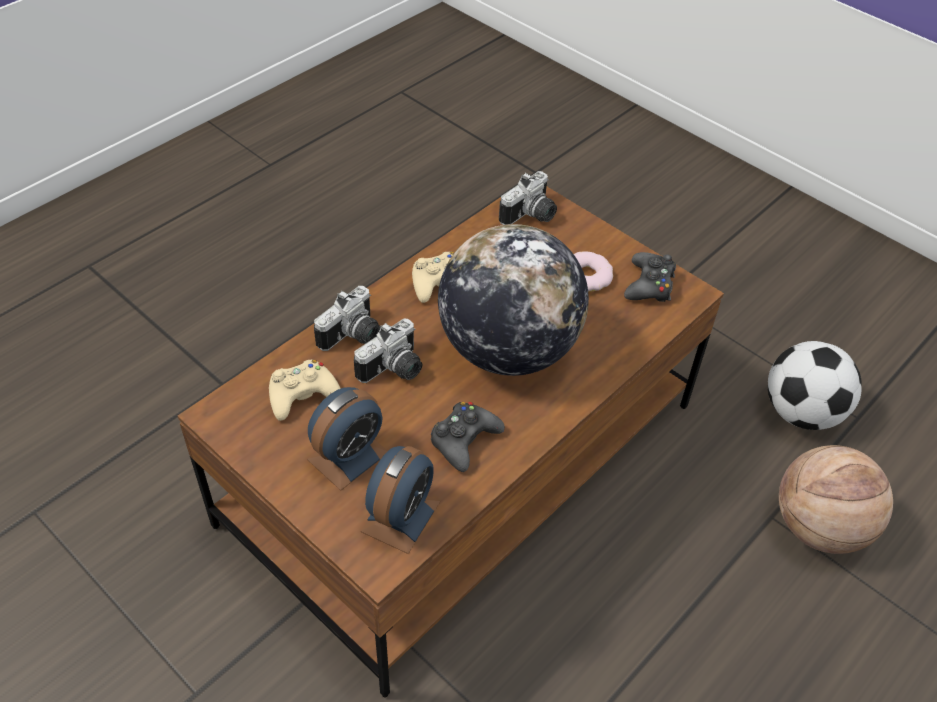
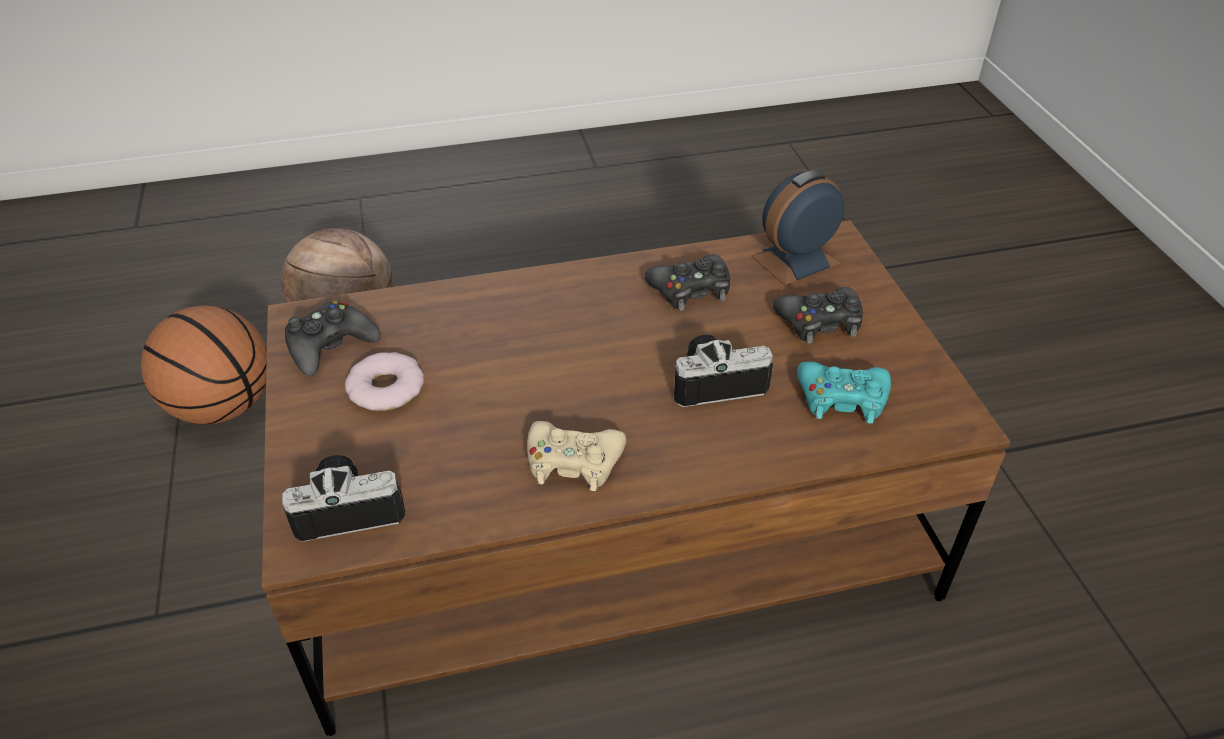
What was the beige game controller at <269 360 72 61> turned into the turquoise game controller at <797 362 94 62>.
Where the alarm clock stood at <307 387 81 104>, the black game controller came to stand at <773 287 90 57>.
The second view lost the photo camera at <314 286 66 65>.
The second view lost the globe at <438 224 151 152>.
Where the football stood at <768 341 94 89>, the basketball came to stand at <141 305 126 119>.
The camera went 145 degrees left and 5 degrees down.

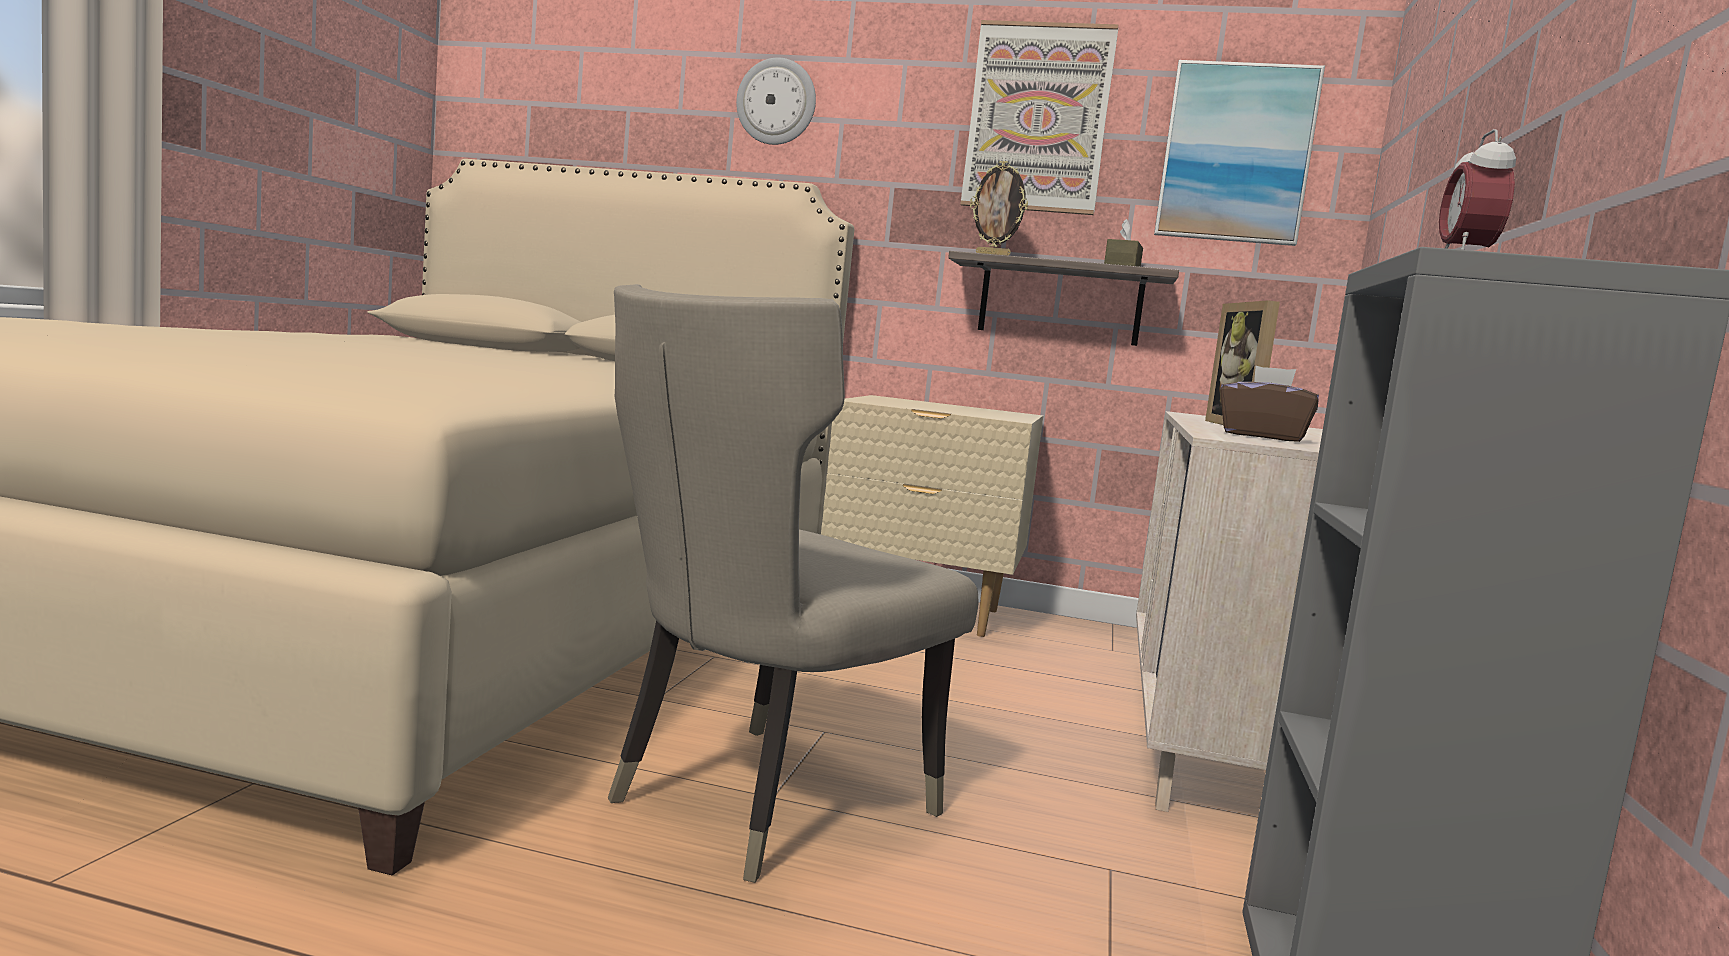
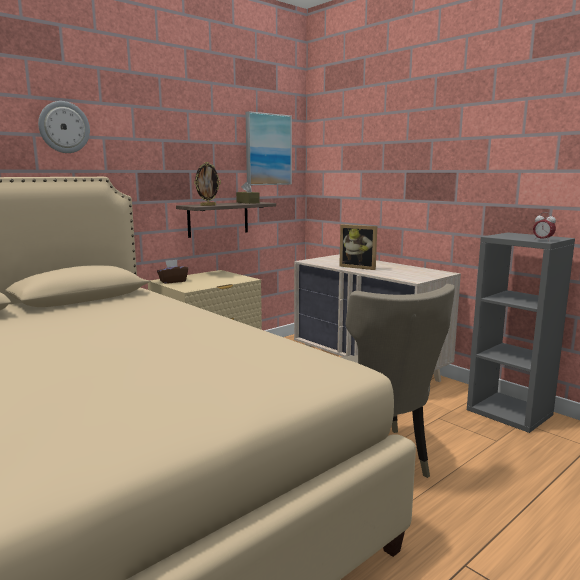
The second view lost the picture at <960 20 158 195>.
The brown tissue box ended up elsewhere, having gone from <1220 366 99 76> to <157 260 31 24>.
The camera went 55 degrees left and 5 degrees up.

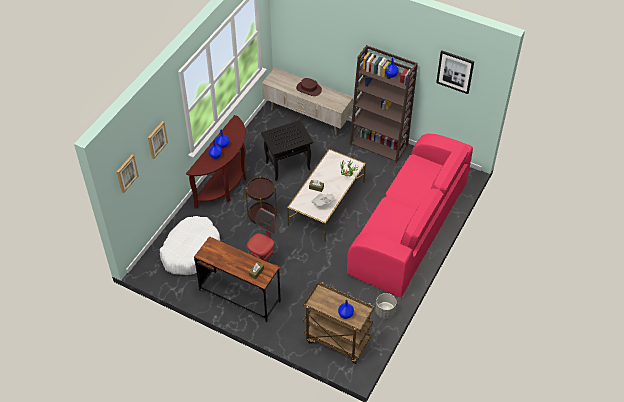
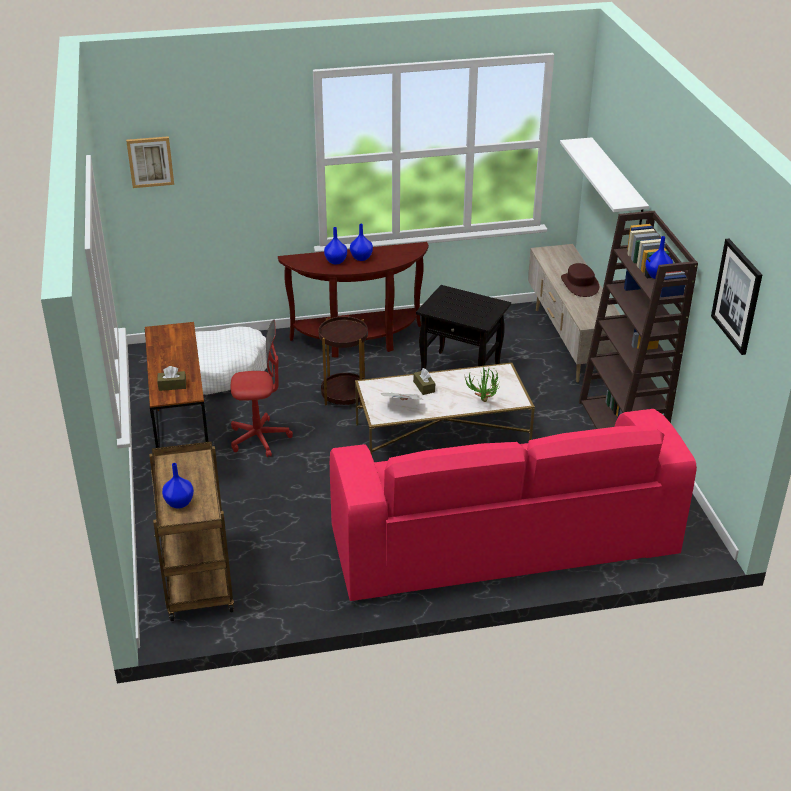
The second view lost the picture at <148 121 20 38>.
The second view lost the grey planter at <376 293 20 26>.
The second view gained the white shelf at <560 138 89 87>.
The camera went 50 degrees right and 15 degrees down.

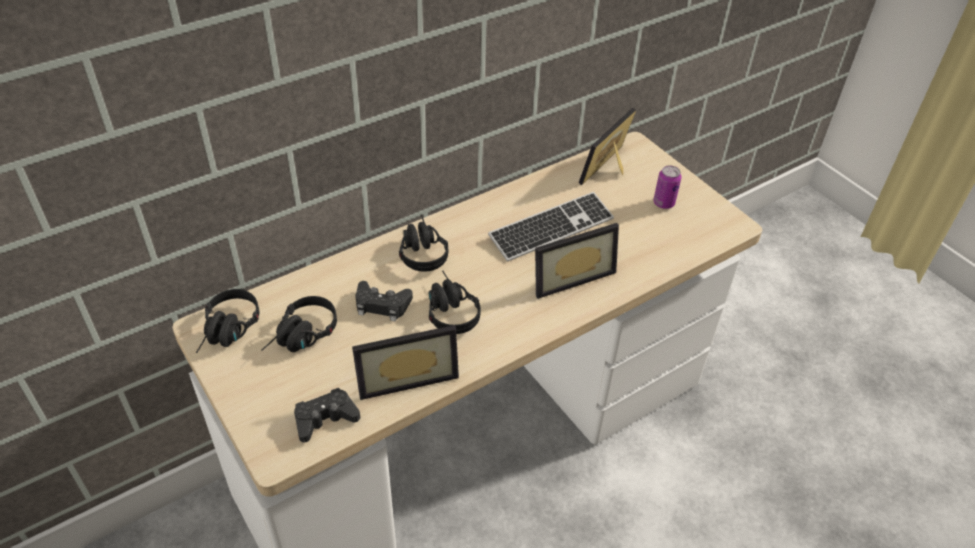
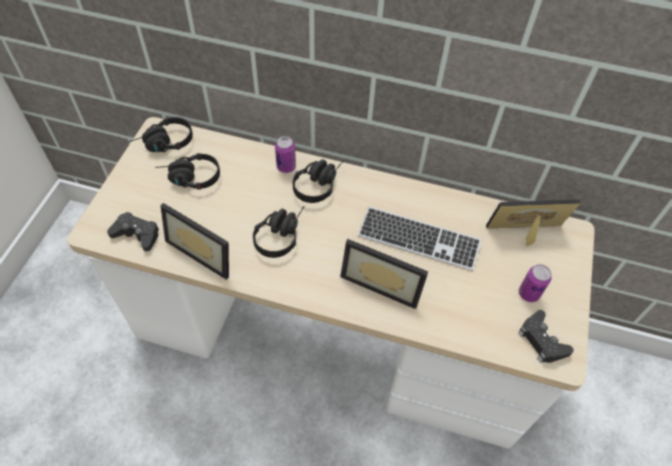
The black game controller ended up elsewhere, having gone from <355 281 58 40> to <518 310 56 53>.
The second view gained the can at <275 136 21 37>.
The camera went 50 degrees right and 10 degrees up.

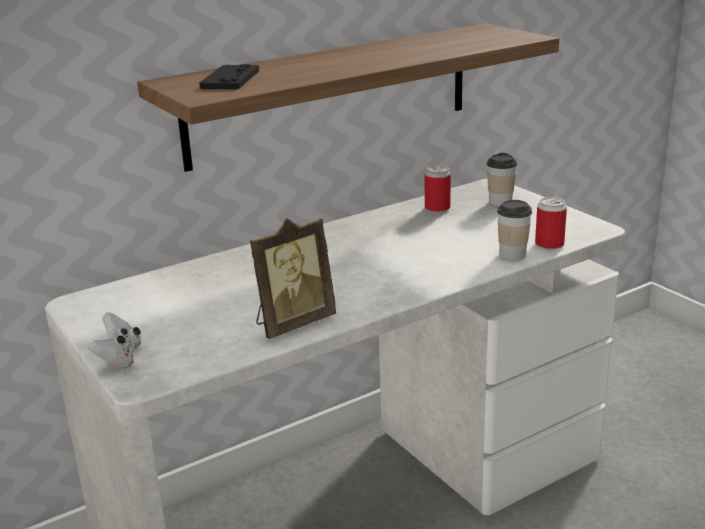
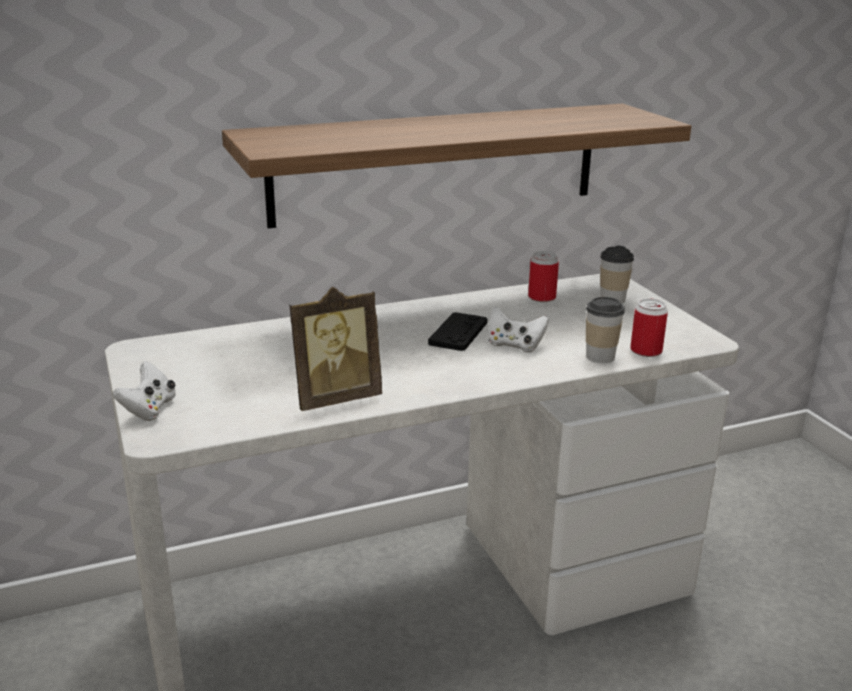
The black game controller ended up elsewhere, having gone from <199 64 60 25> to <428 312 60 39>.
The second view gained the white game controller at <488 307 61 45>.
The camera went 10 degrees right and 0 degrees up.

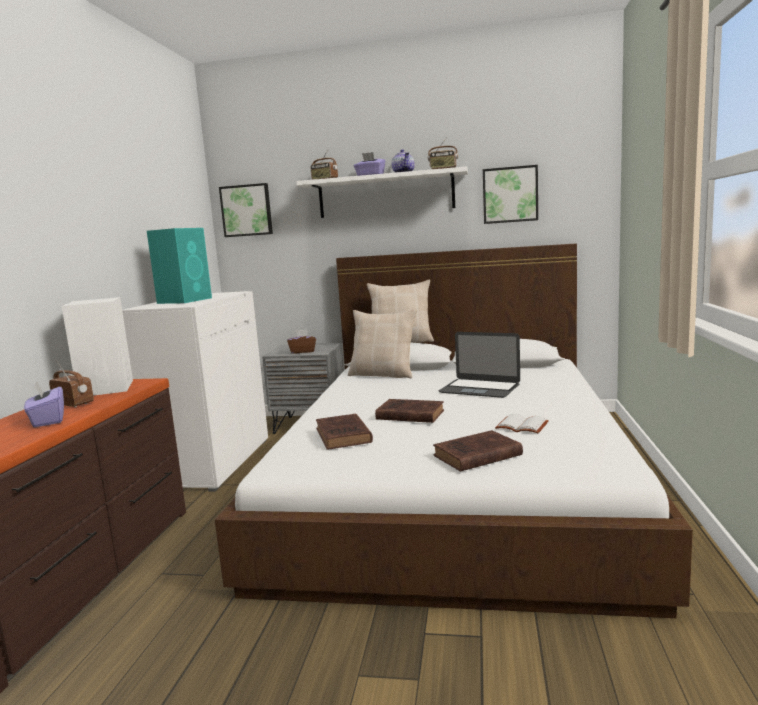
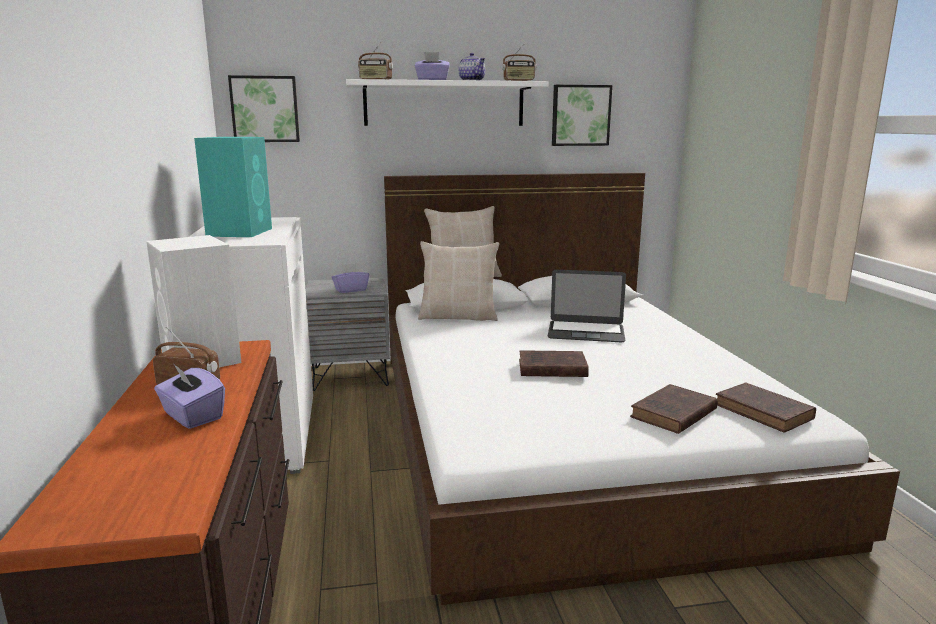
What was the brown tissue box at <287 329 29 25> turned into the purple tissue box at <332 263 37 30>.
The brown book ended up elsewhere, having gone from <316 413 57 37> to <716 382 100 51>.
The second view lost the white book at <495 414 54 19>.
The camera went 20 degrees left and 5 degrees up.

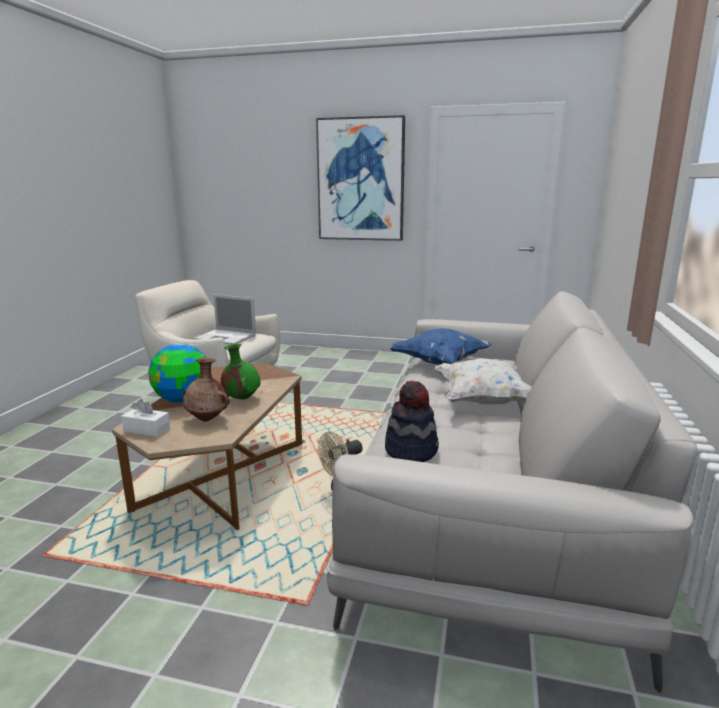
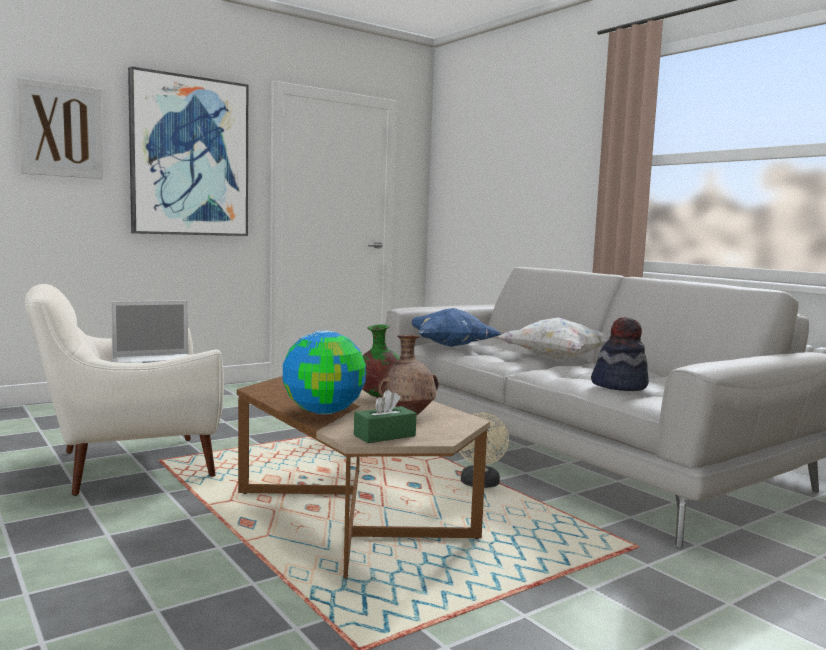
What was the white tissue box at <121 399 49 38> turned into the green tissue box at <354 390 63 53>.
The second view gained the picture at <17 78 86 101>.
The camera went 50 degrees left and 10 degrees down.

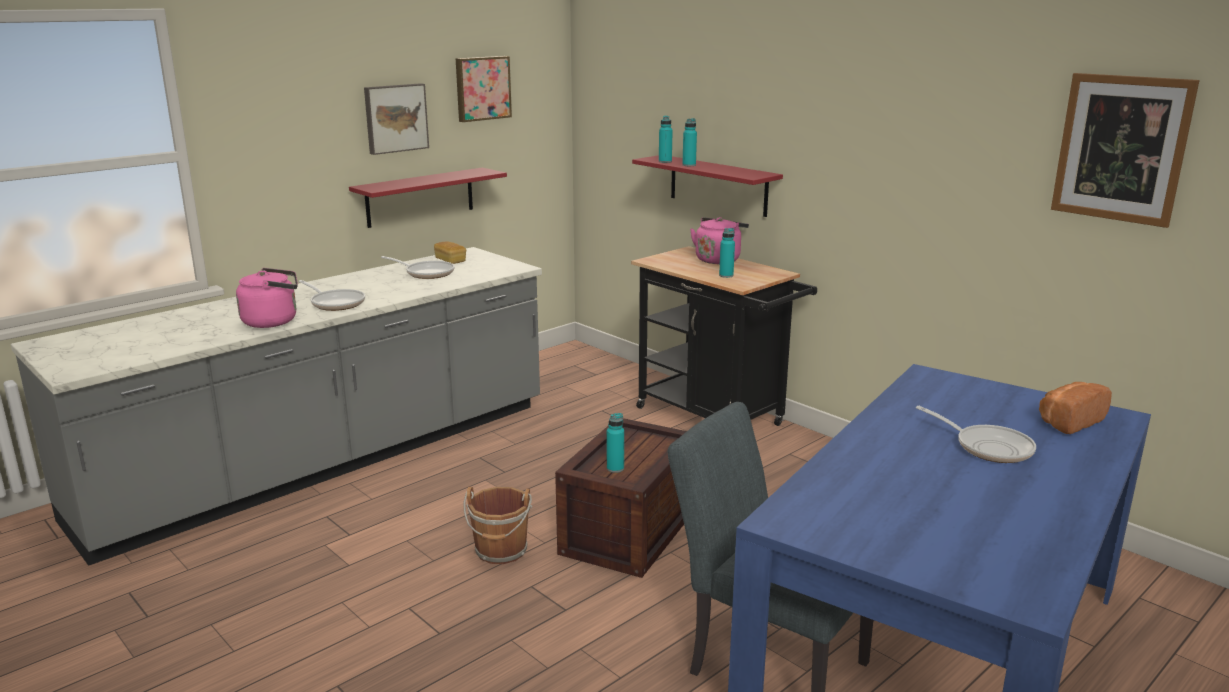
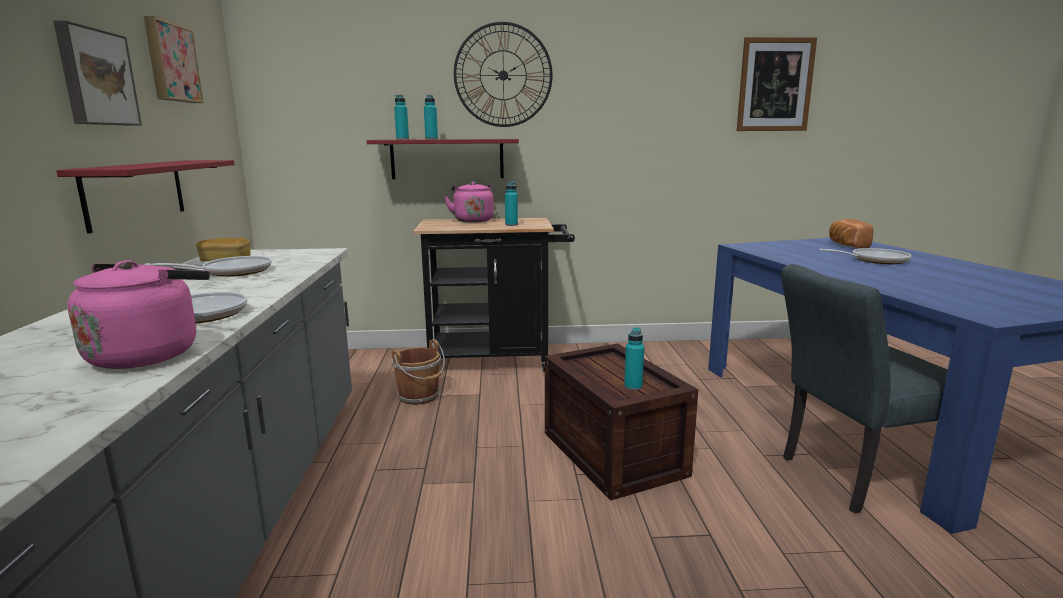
The brown bucket ended up elsewhere, having gone from <463 487 69 77> to <391 339 54 66>.
The second view gained the wall clock at <454 22 99 105>.
The camera went 50 degrees left and 5 degrees down.

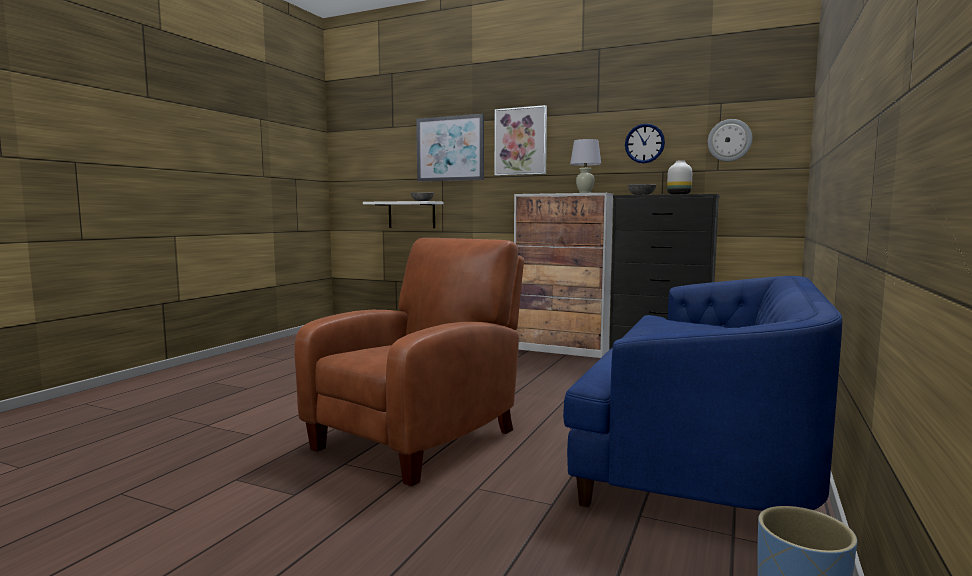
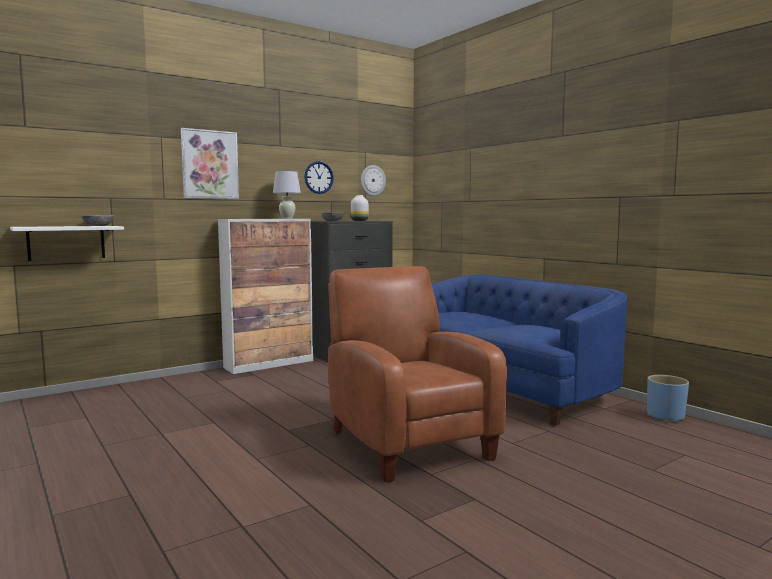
The second view lost the picture at <416 114 68 68>.
The camera went 60 degrees left and 0 degrees up.

